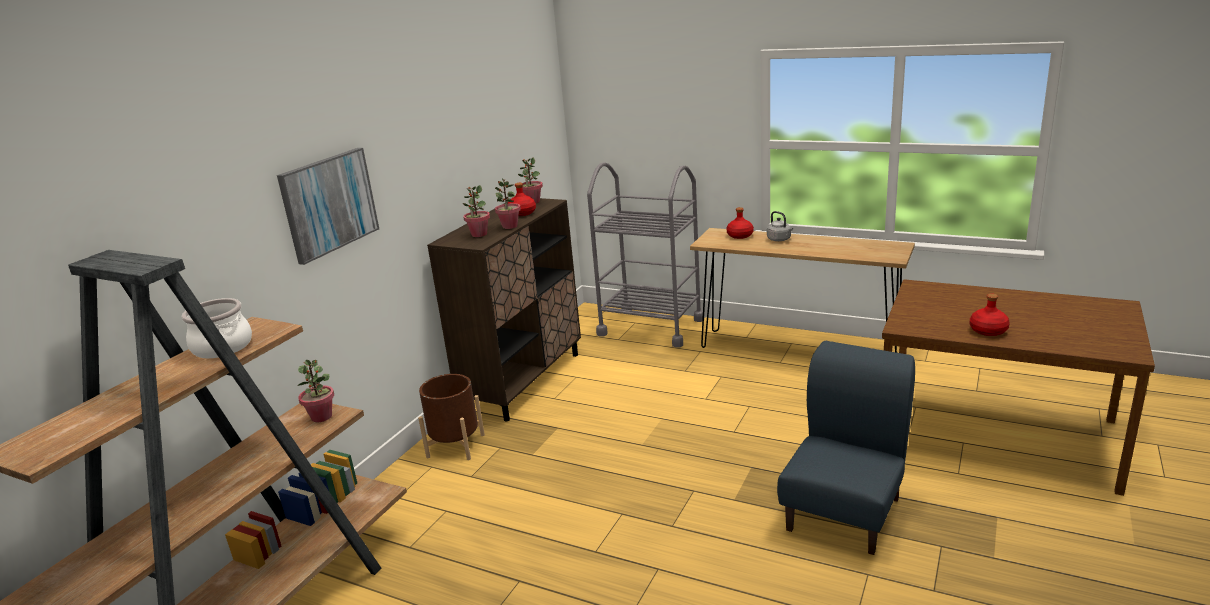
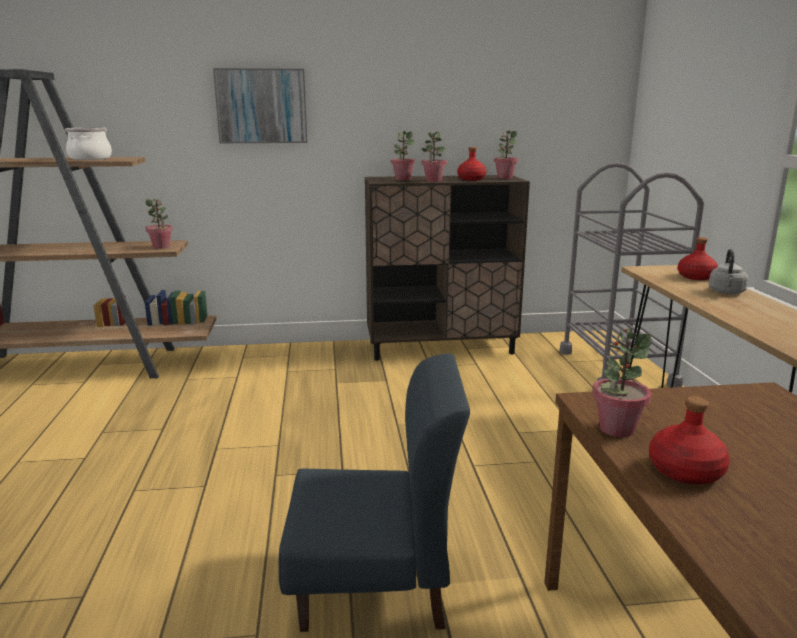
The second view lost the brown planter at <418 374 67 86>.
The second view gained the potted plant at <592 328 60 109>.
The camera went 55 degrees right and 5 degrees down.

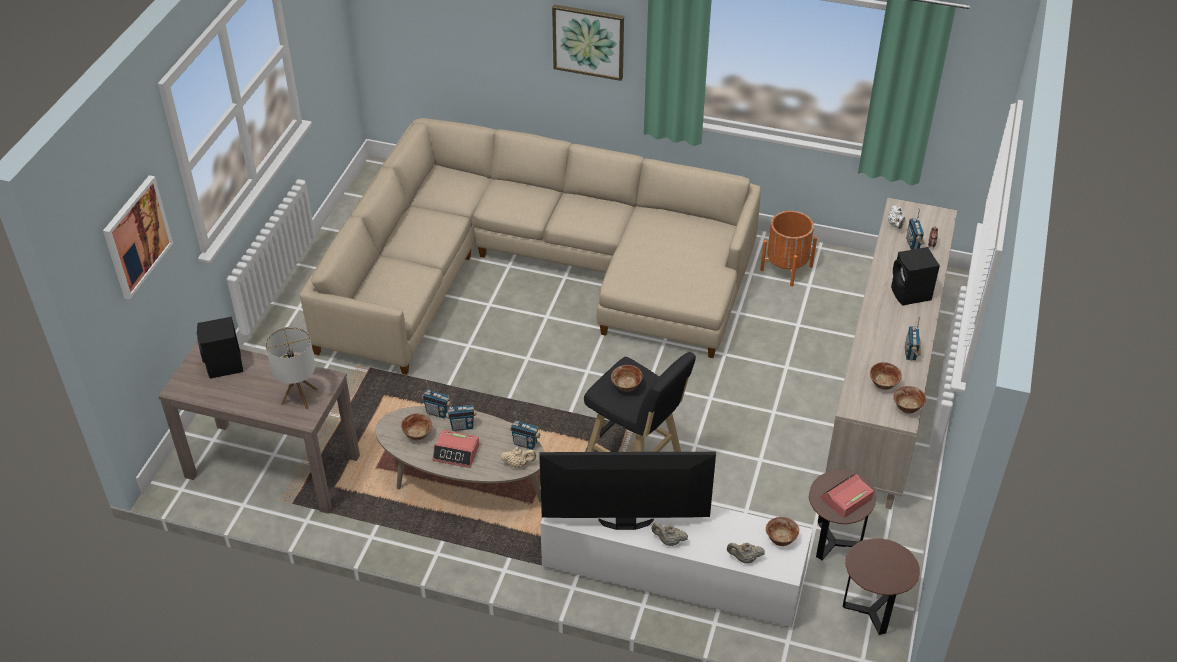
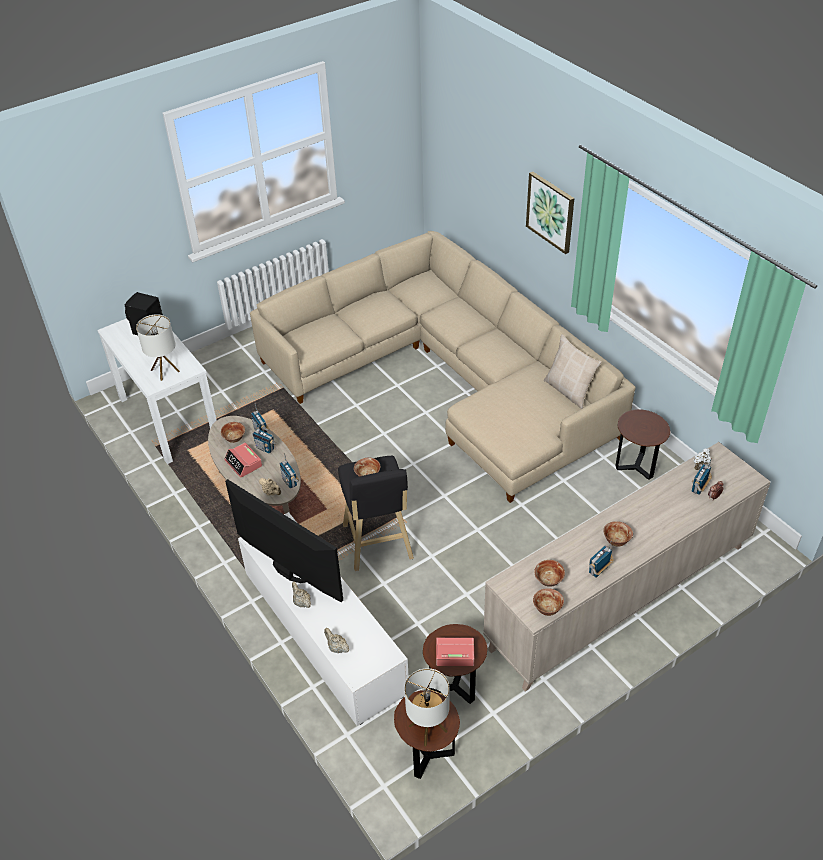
The second view lost the picture at <103 175 70 124>.
What was the brown console table at <158 340 202 174> turned into the white console table at <97 318 120 147>.
Where the orange planter stood at <760 211 57 75>, the brown side table came to stand at <615 409 55 71>.
The bowl ended up elsewhere, having gone from <766 517 33 29> to <604 521 29 26>.
The second view lost the black speaker at <891 247 49 59>.
The second view gained the table lamp at <404 668 45 79>.
The second view gained the beige pillow at <544 334 58 75>.
The camera went 40 degrees right and 0 degrees up.

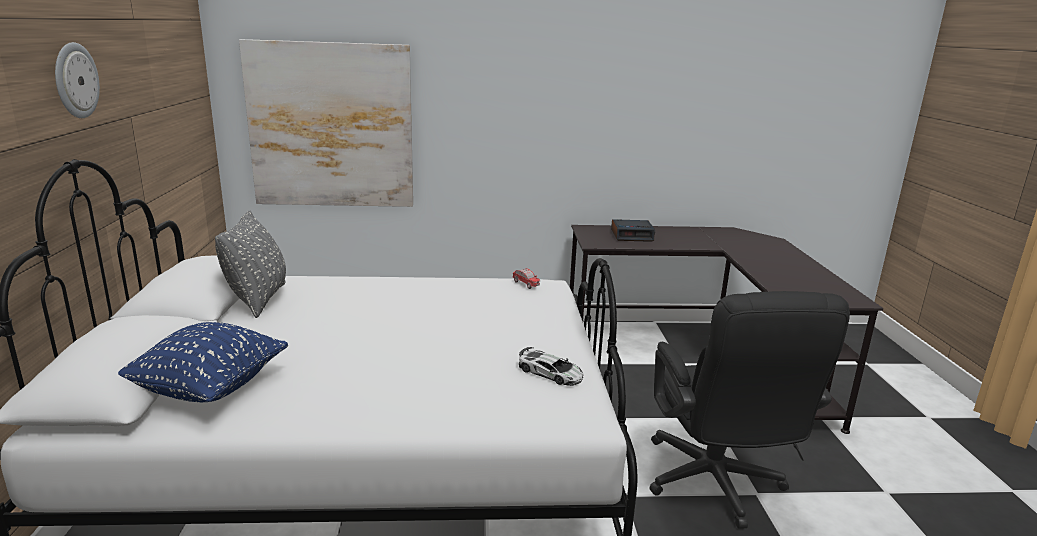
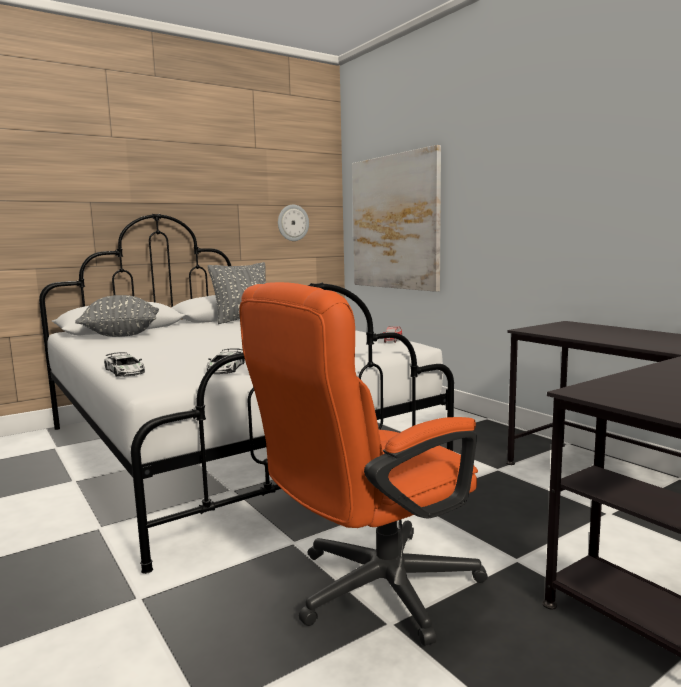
The wall clock ended up elsewhere, having gone from <55 42 45 76> to <278 205 31 36>.
What was the blue pillow at <118 322 170 80> turned into the grey pillow at <75 295 84 42>.
The second view lost the alarm clock at <611 219 44 23>.
What was the black office chair at <649 291 201 238> turned into the orange office chair at <239 282 249 364>.
The second view gained the toy car at <104 352 41 25>.
The camera went 60 degrees right and 10 degrees down.

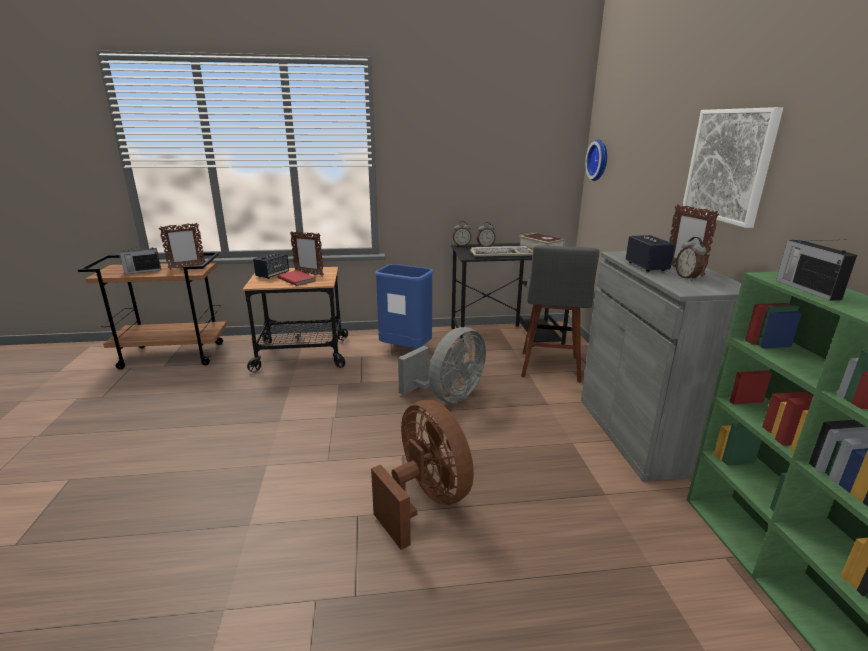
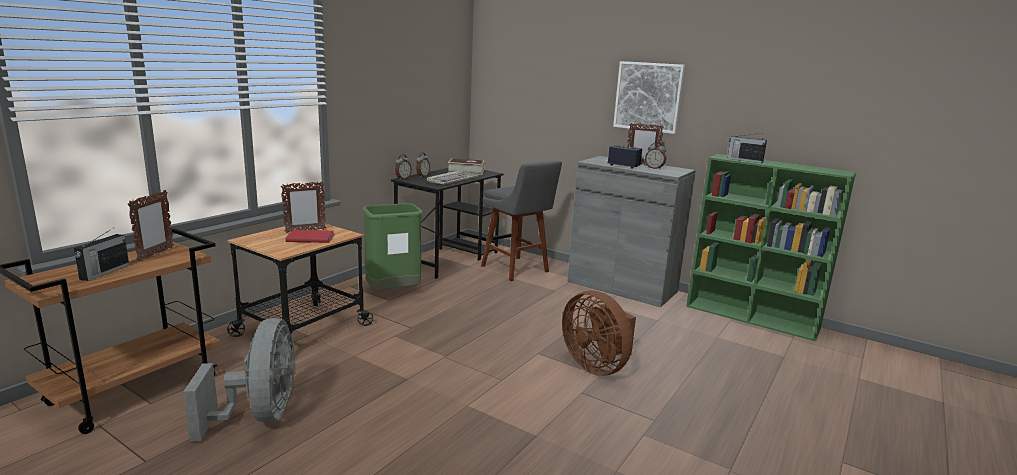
The second view lost the speaker at <253 253 36 26>.
The brown fan at <371 400 103 150> ended up facing another way, 135 degrees counterclockwise from before.
What was the blue trash can at <375 264 59 84> turned into the green trash can at <362 203 61 87>.
The grey fan ended up elsewhere, having gone from <398 327 88 76> to <183 318 113 123>.
The second view lost the wall clock at <585 139 22 42>.
The camera went 50 degrees left and 5 degrees down.

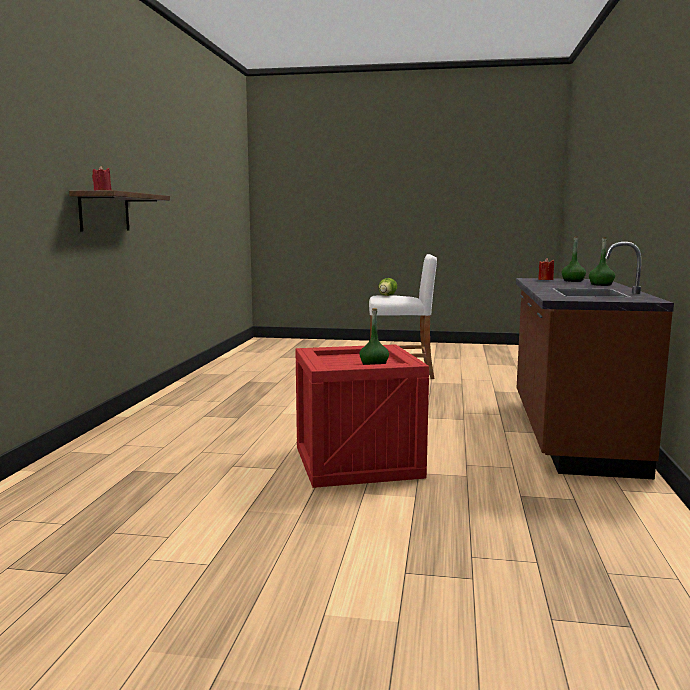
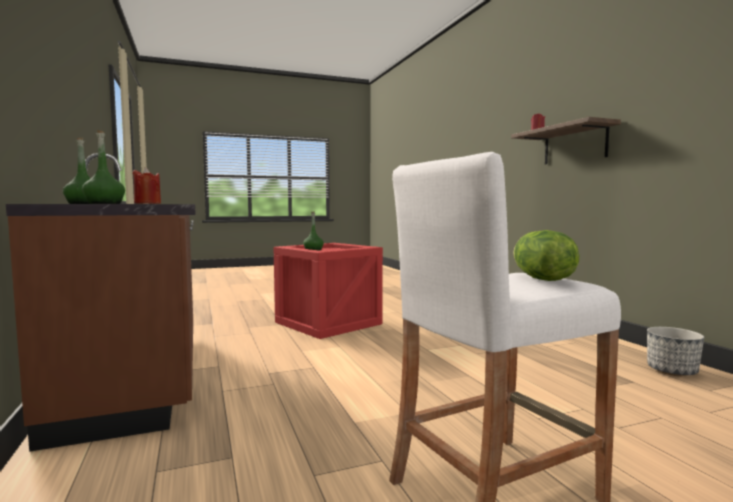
The second view gained the planter at <647 327 57 49>.
The camera went 150 degrees right and 5 degrees down.

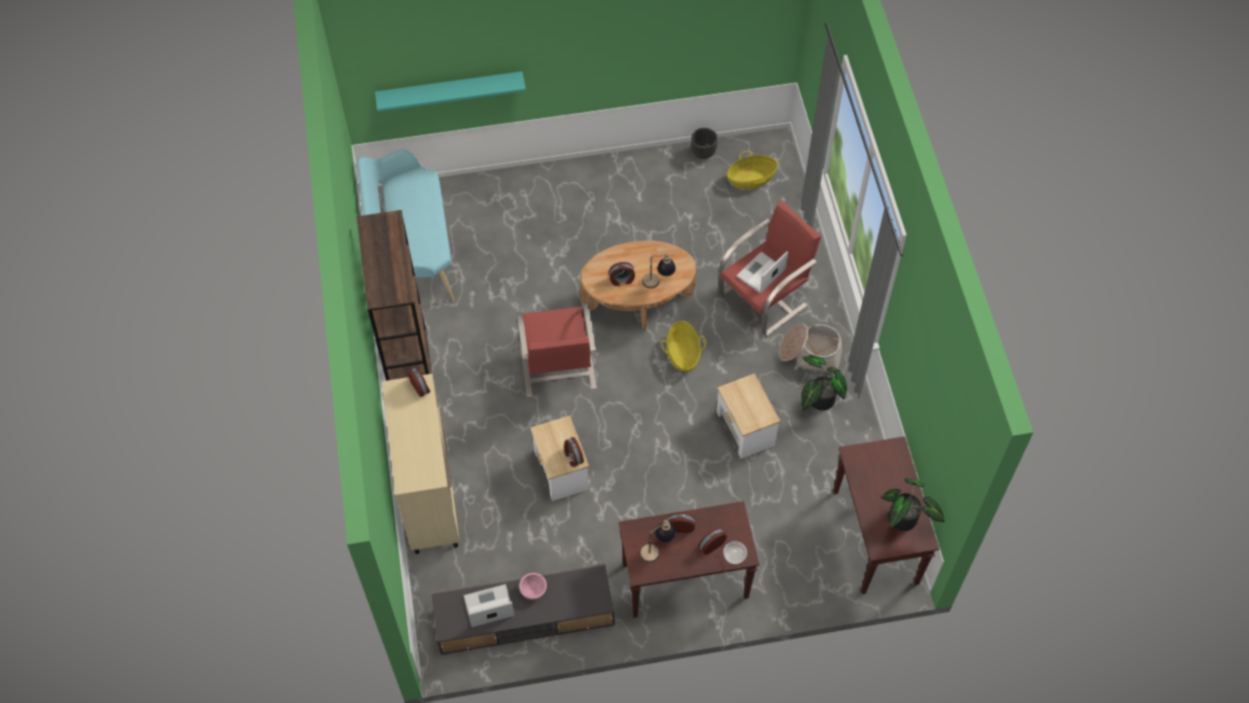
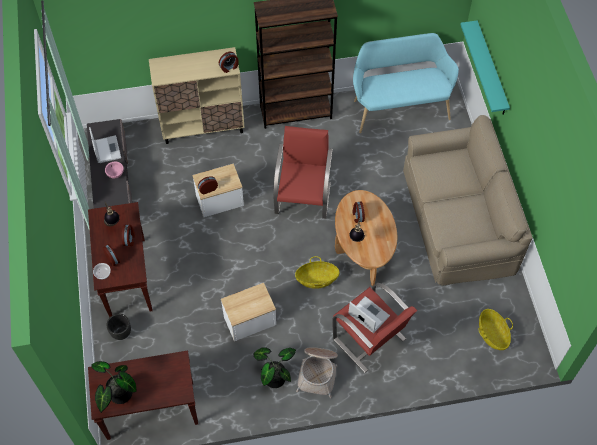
The red armchair at <516 304 81 94> ended up facing another way, 105 degrees clockwise from before.
The black planter ended up elsewhere, having gone from <691 128 27 31> to <106 314 25 26>.
The second view gained the beige sofa at <403 115 130 171>.
The camera went 90 degrees right and 0 degrees up.

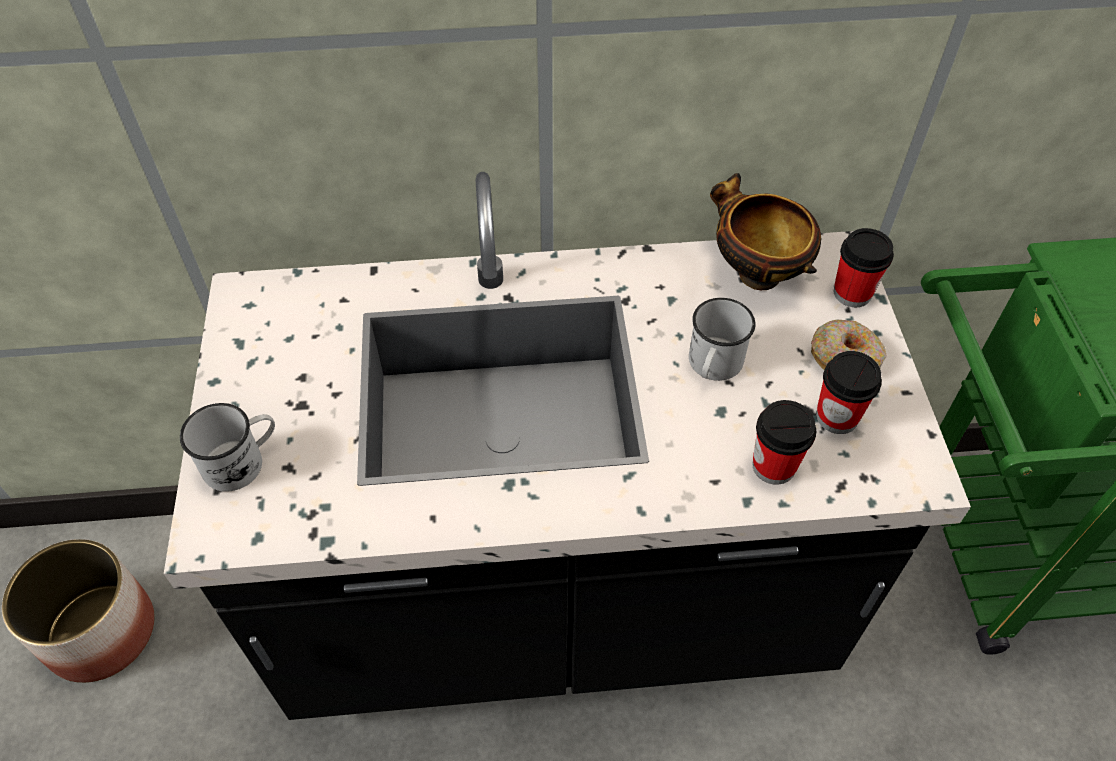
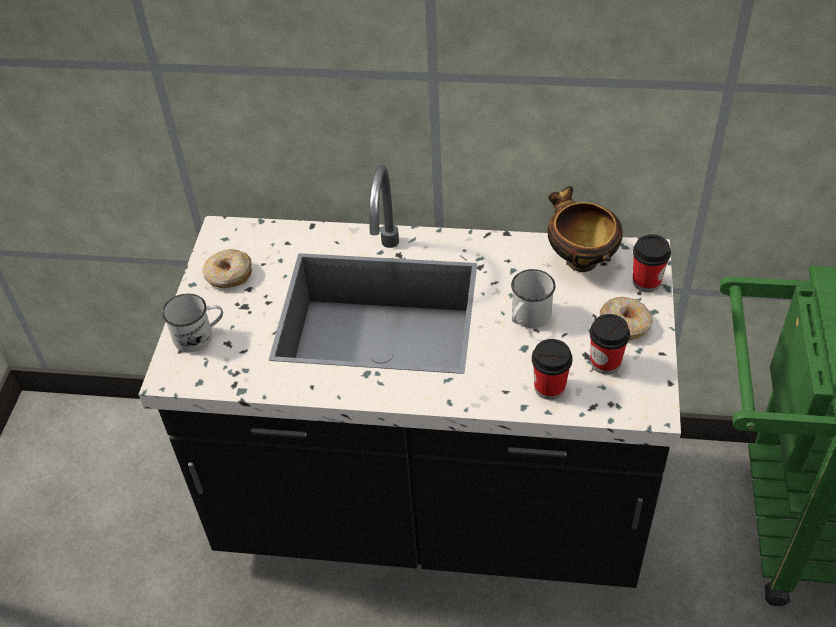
The second view lost the planter at <2 539 153 144>.
The second view gained the donut at <202 249 50 39>.
The camera went 15 degrees right and 5 degrees down.

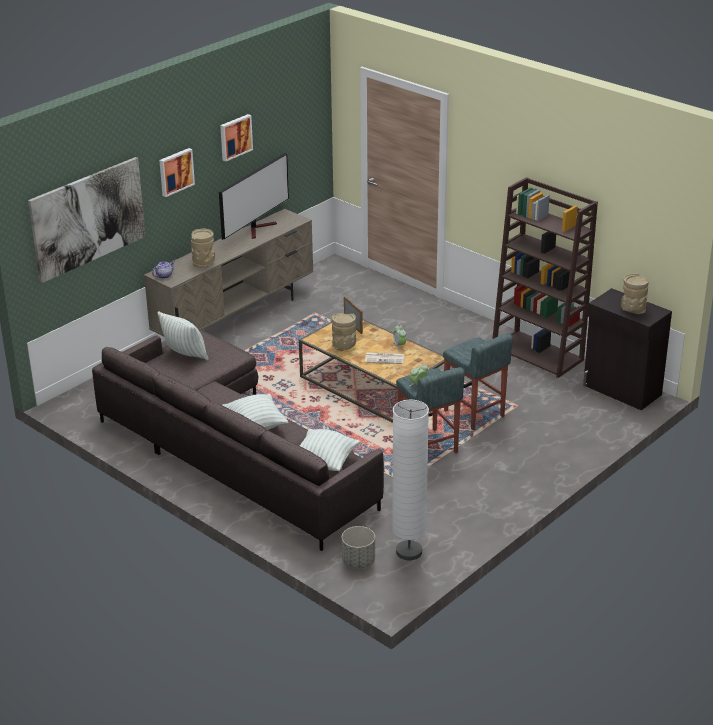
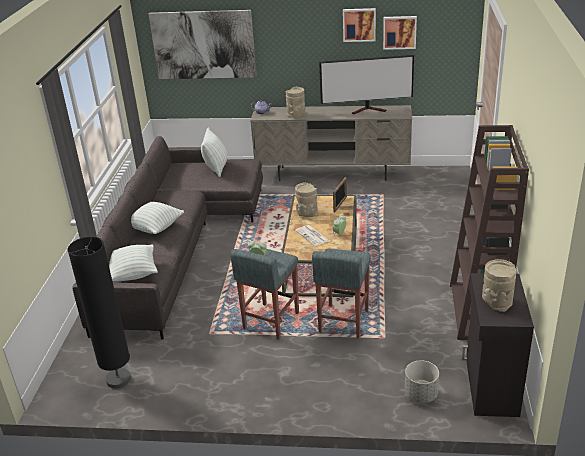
The picture ended up elsewhere, having gone from <159 148 36 49> to <383 16 34 34>.
The grey planter ended up elsewhere, having gone from <342 526 33 42> to <405 360 34 43>.
What was the white floor lamp at <392 400 37 160> turned into the black floor lamp at <67 237 64 151>.
The camera went 55 degrees right and 0 degrees up.

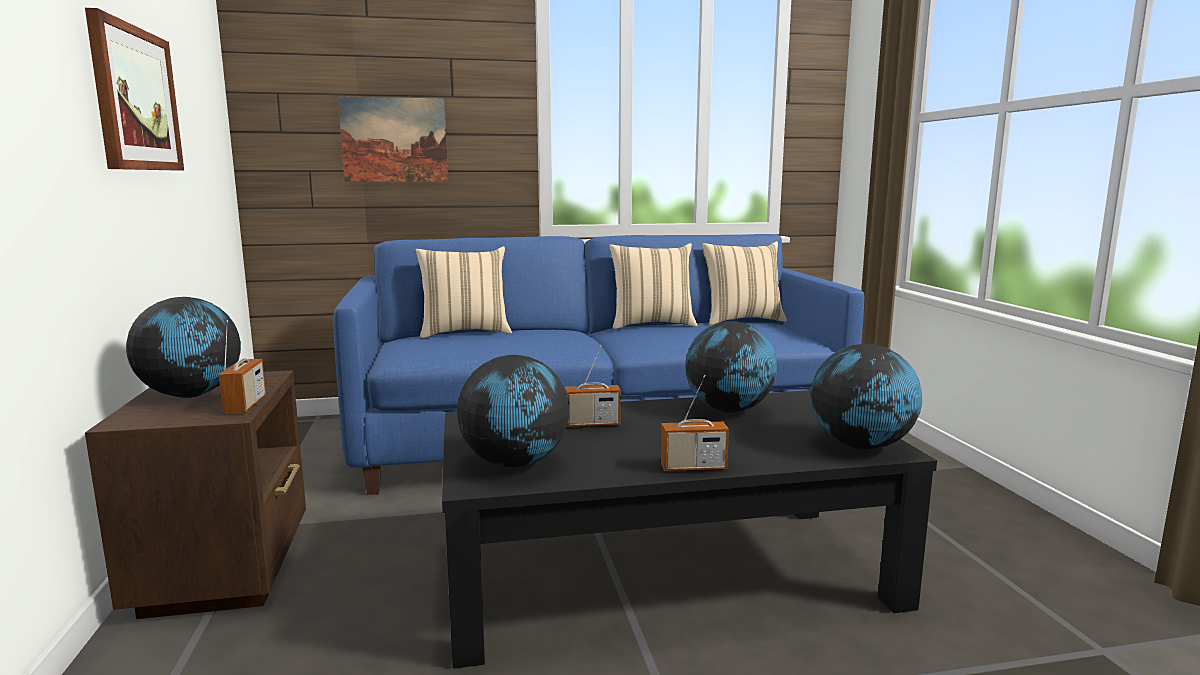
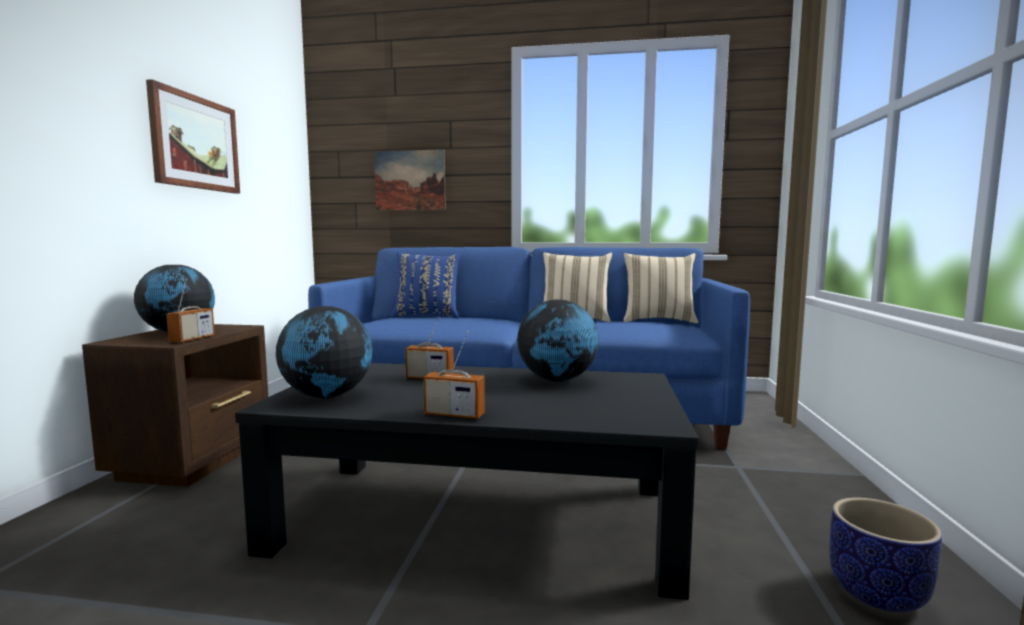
What was the beige pillow at <416 246 96 92> turned into the blue pillow at <391 252 71 66>.
The second view lost the globe at <811 344 111 106>.
The second view gained the planter at <829 498 113 114>.
The camera went 20 degrees right and 5 degrees down.

